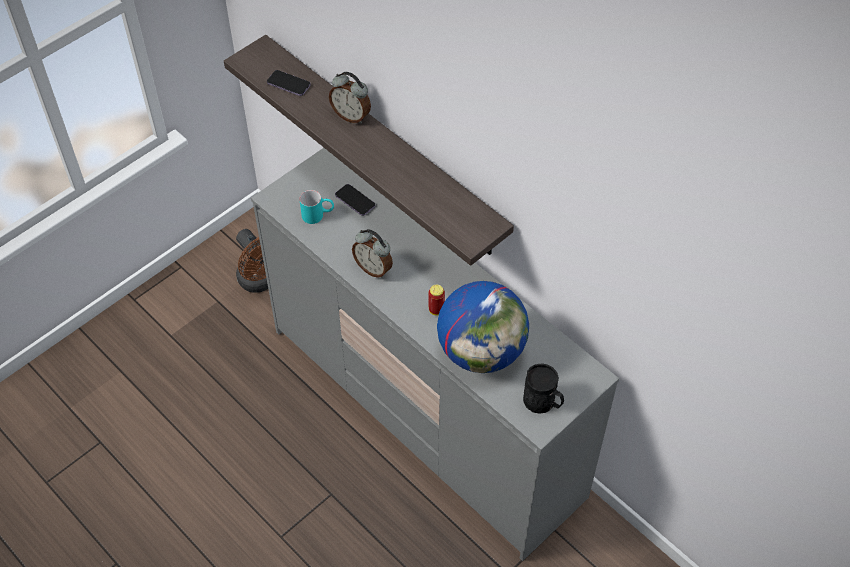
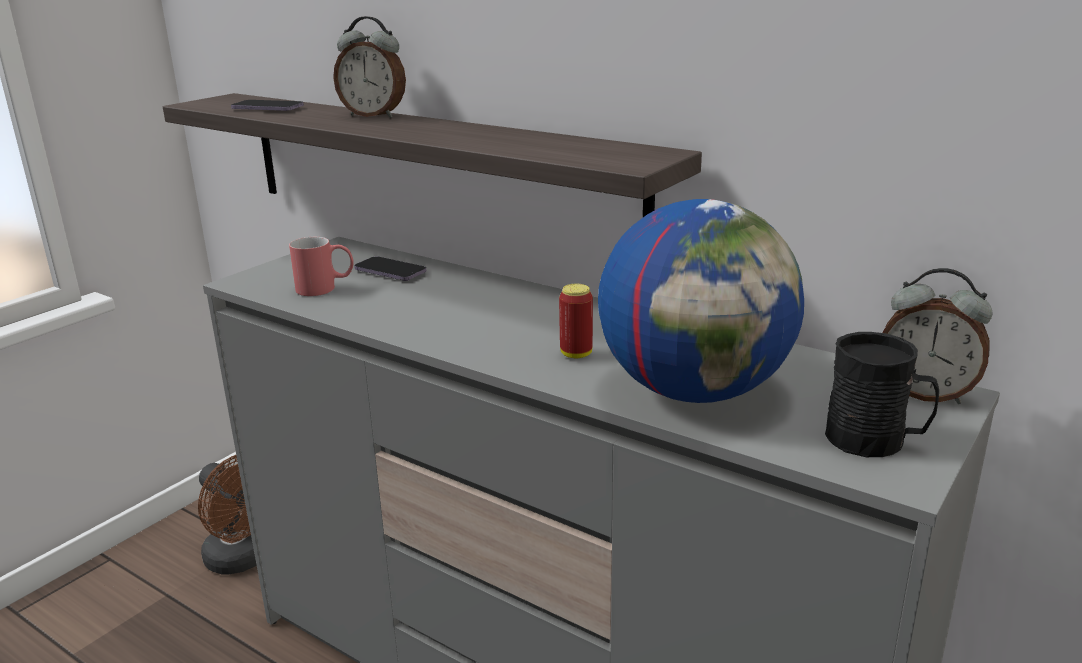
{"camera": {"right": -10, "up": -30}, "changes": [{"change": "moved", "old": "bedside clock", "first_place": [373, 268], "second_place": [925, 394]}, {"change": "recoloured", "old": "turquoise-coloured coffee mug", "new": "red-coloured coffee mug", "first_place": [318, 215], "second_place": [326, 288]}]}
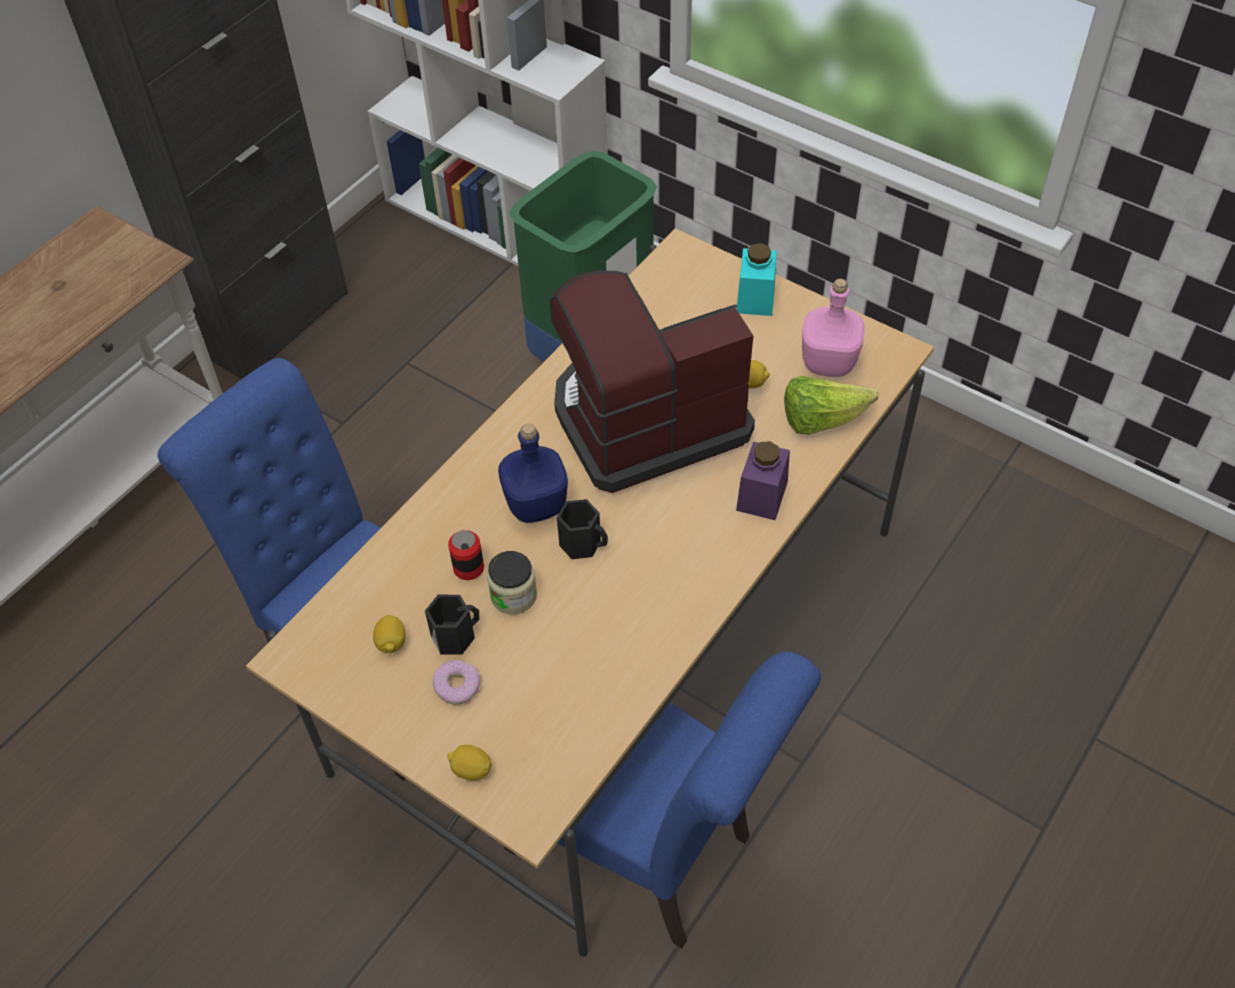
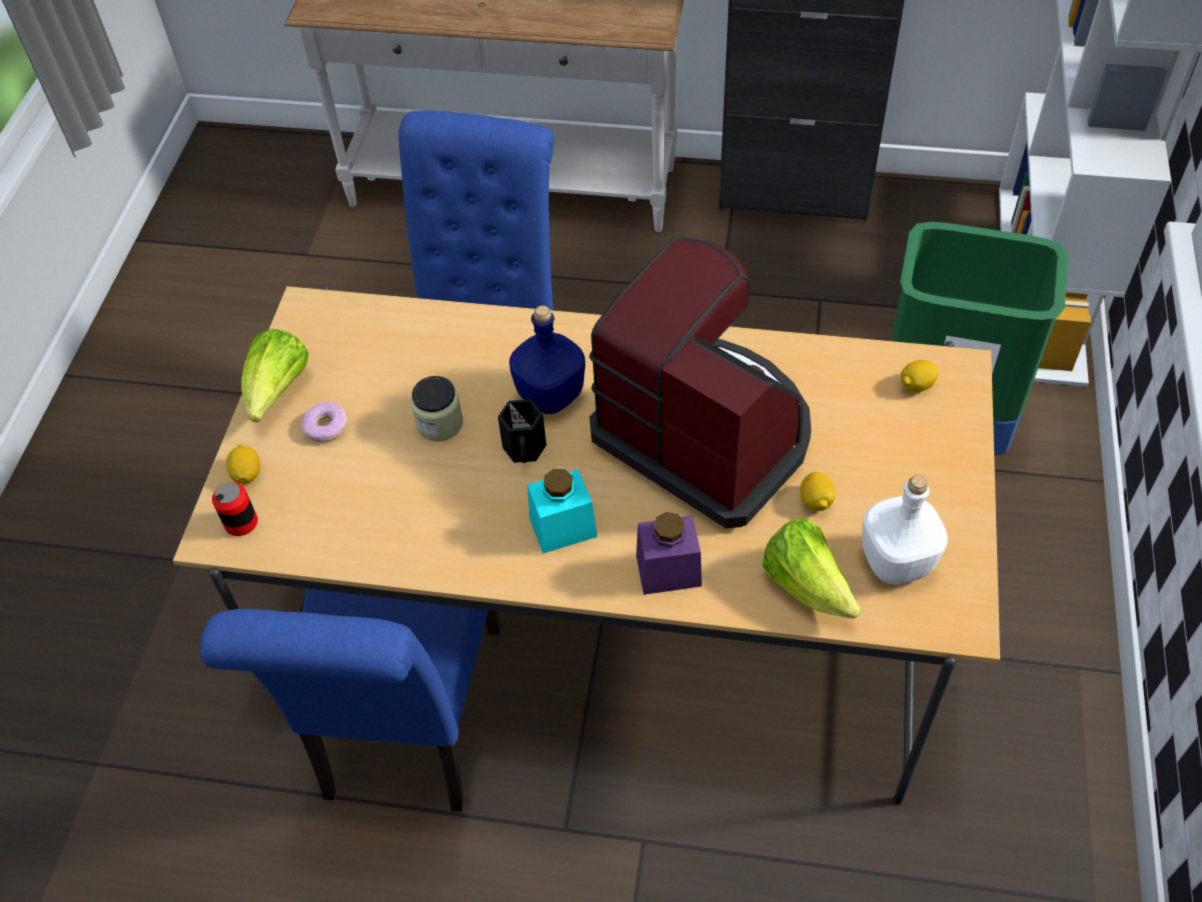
{"camera": {"right": 65, "up": 0}, "changes": [{"change": "removed", "old": "blackish coffee mug", "first_place": [454, 636]}, {"change": "added", "new": "lettuce head", "second_place": [278, 392]}, {"change": "moved", "old": "citrus fruit", "first_place": [391, 643], "second_place": [916, 385]}, {"change": "moved", "old": "metal can", "first_place": [468, 568], "second_place": [241, 523]}, {"change": "moved", "old": "turquoise-coloured jar", "first_place": [755, 298], "second_place": [563, 527]}, {"change": "recoloured", "old": "pink-coloured drink bottle", "new": "white drink bottle", "first_place": [829, 362], "second_place": [897, 563]}]}
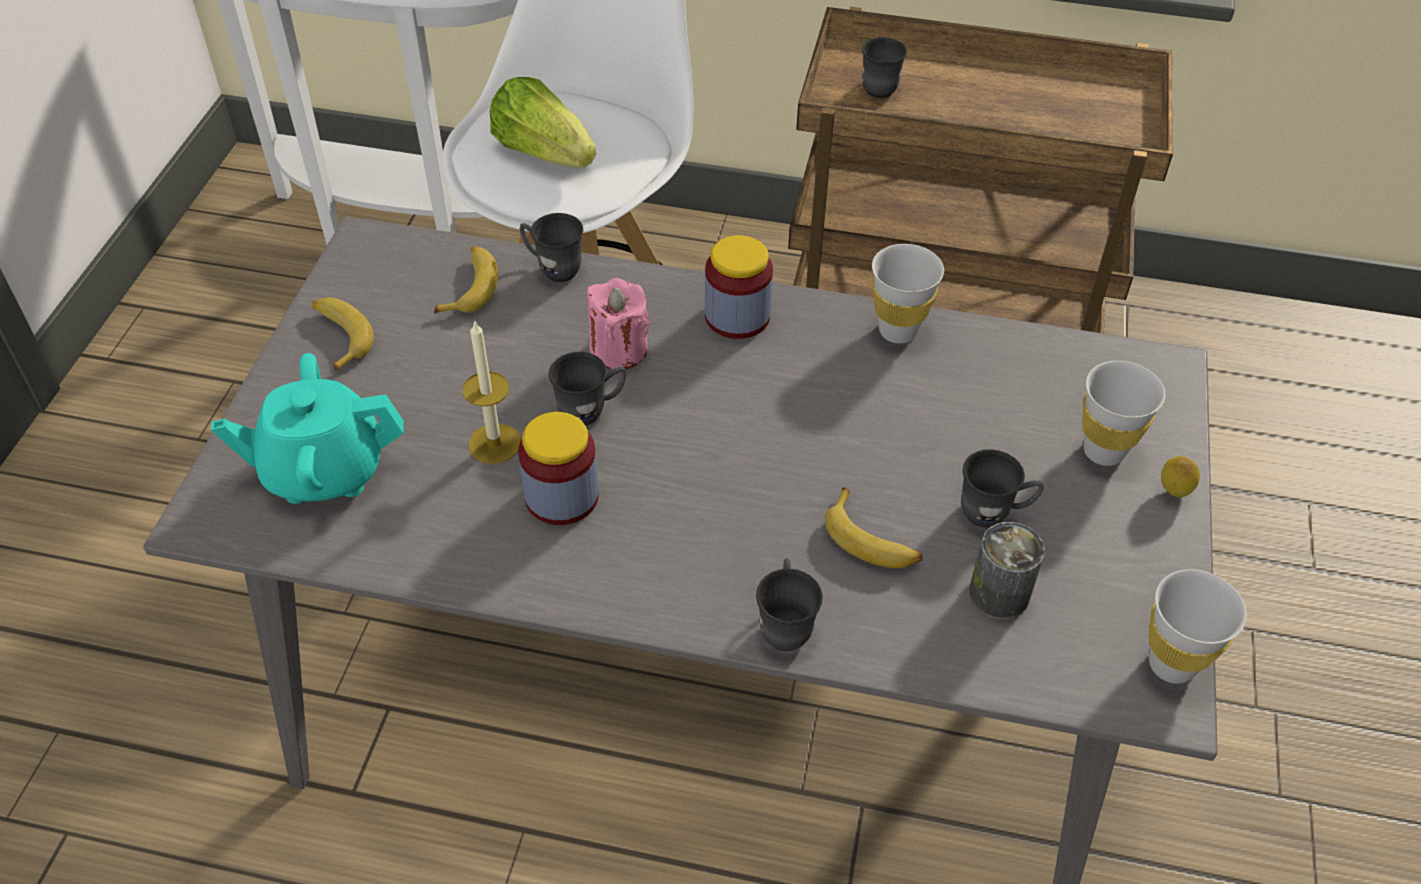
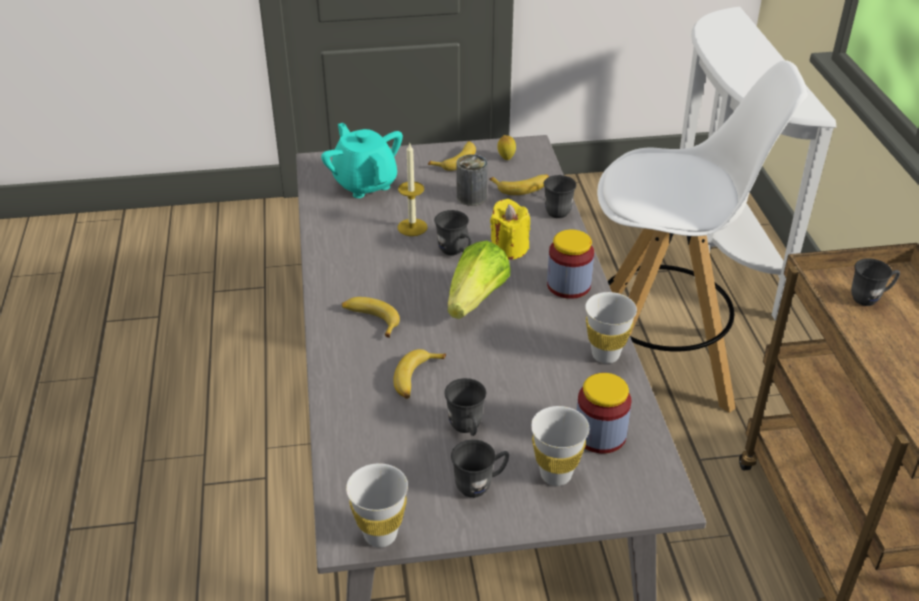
{"camera": {"right": 70, "up": -10}, "changes": [{"change": "added", "new": "banana fruit", "second_place": [370, 320]}, {"change": "moved", "old": "lettuce head", "first_place": [544, 152], "second_place": [476, 300]}, {"change": "moved", "old": "jar", "first_place": [562, 497], "second_place": [600, 435]}, {"change": "moved", "old": "greyish coffee mug", "first_place": [785, 624], "second_place": [480, 485]}, {"change": "moved", "old": "metal can", "first_place": [999, 594], "second_place": [471, 197]}, {"change": "moved", "old": "citrus fruit", "first_place": [1173, 493], "second_place": [506, 158]}, {"change": "recoloured", "old": "pink-coloured wax candle", "new": "yellowish wax candle", "first_place": [618, 349], "second_place": [509, 249]}]}
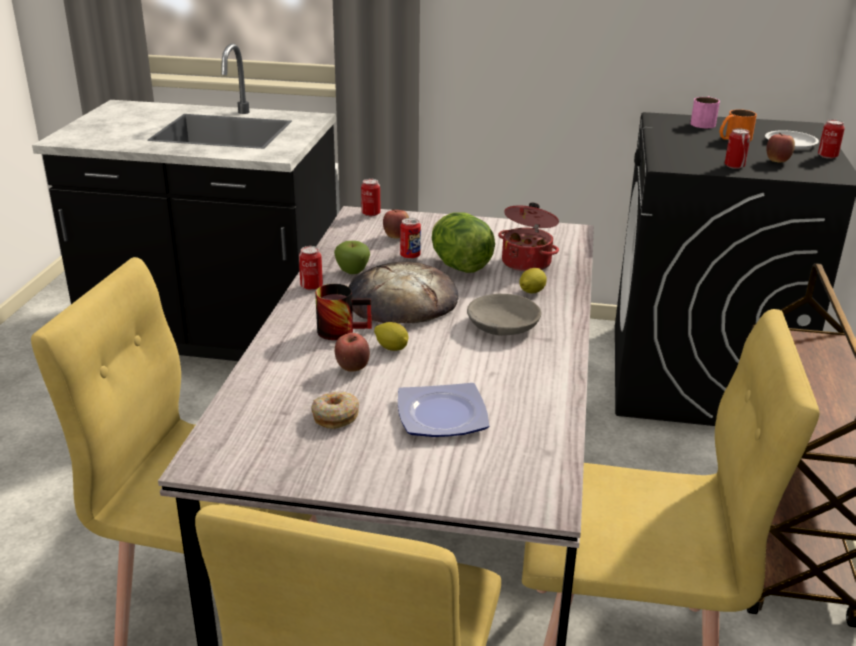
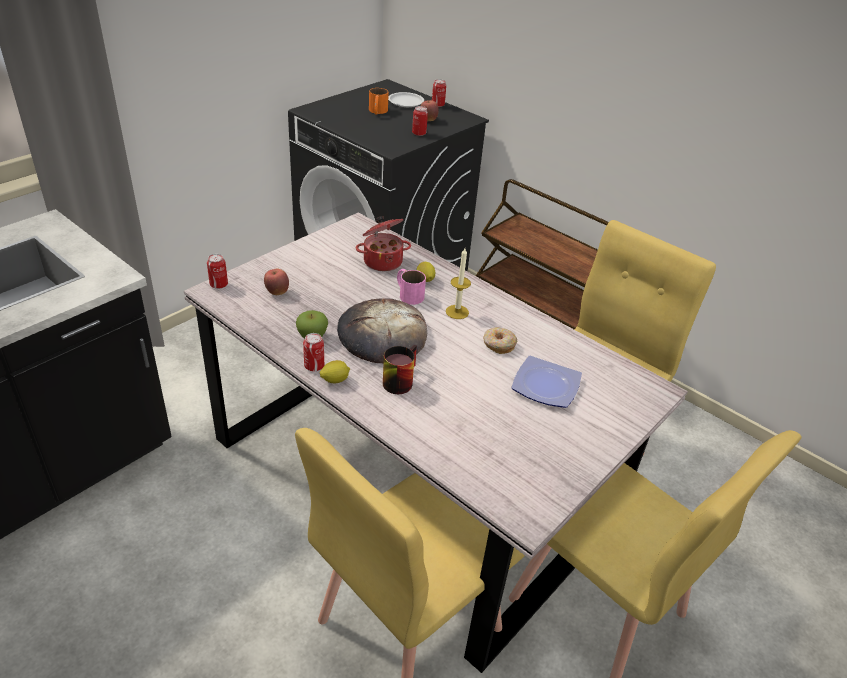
{"camera": {"right": -60, "up": 10}, "changes": [{"change": "removed", "old": "apple fruit", "first_place": [352, 368]}, {"change": "removed", "old": "metal can", "first_place": [410, 256]}, {"change": "removed", "old": "lettuce head", "first_place": [460, 266]}, {"change": "moved", "old": "donut", "first_place": [335, 416], "second_place": [498, 345]}, {"change": "moved", "old": "citrus fruit", "first_place": [392, 348], "second_place": [335, 380]}, {"change": "moved", "old": "pink-coloured coffee mug", "first_place": [703, 122], "second_place": [408, 294]}, {"change": "replaced", "old": "greyish serving bowl", "new": "wax candle", "first_place": [501, 325], "second_place": [457, 312]}]}
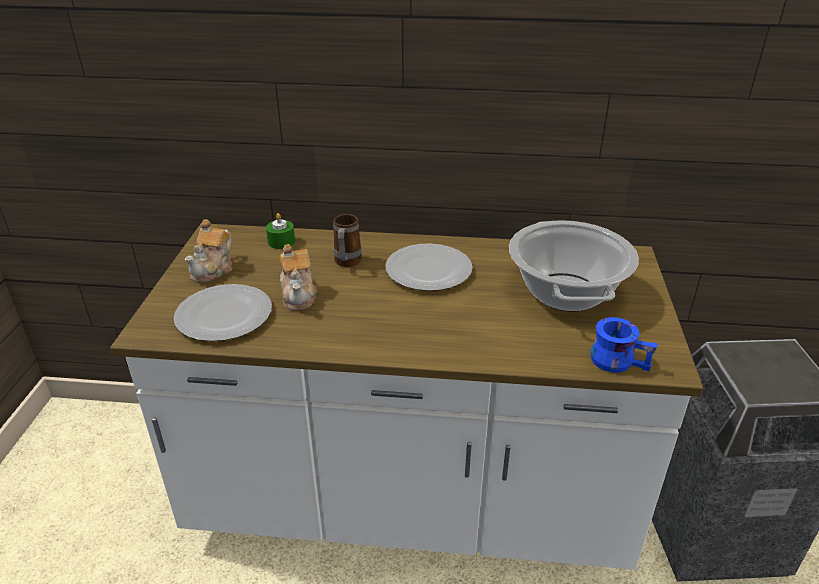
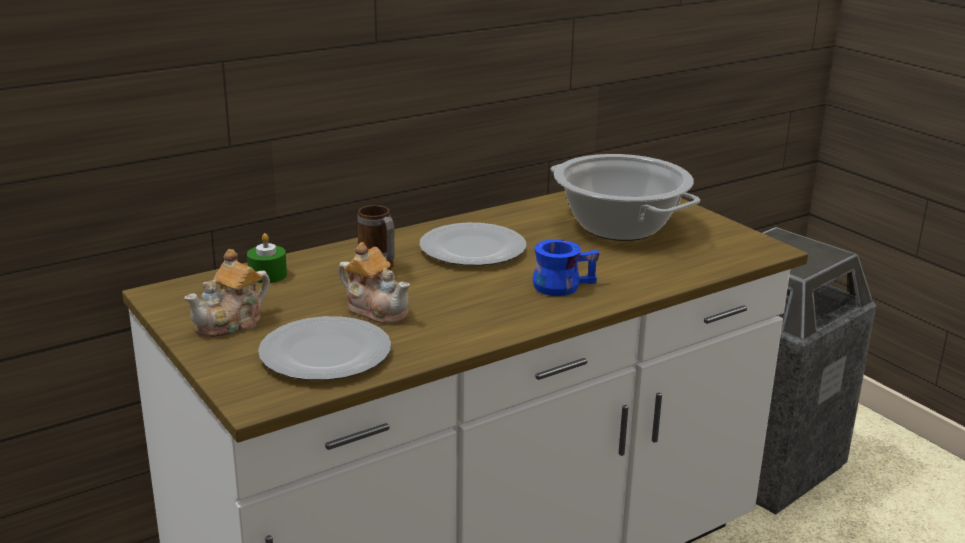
{"camera": {"right": -40, "up": -10}, "changes": [{"change": "moved", "old": "blue-coloured coffee mug", "first_place": [618, 359], "second_place": [561, 284]}, {"change": "turned", "old": "pot for tea", "first_place": [213, 270], "second_place": [232, 323], "degrees": 60}]}
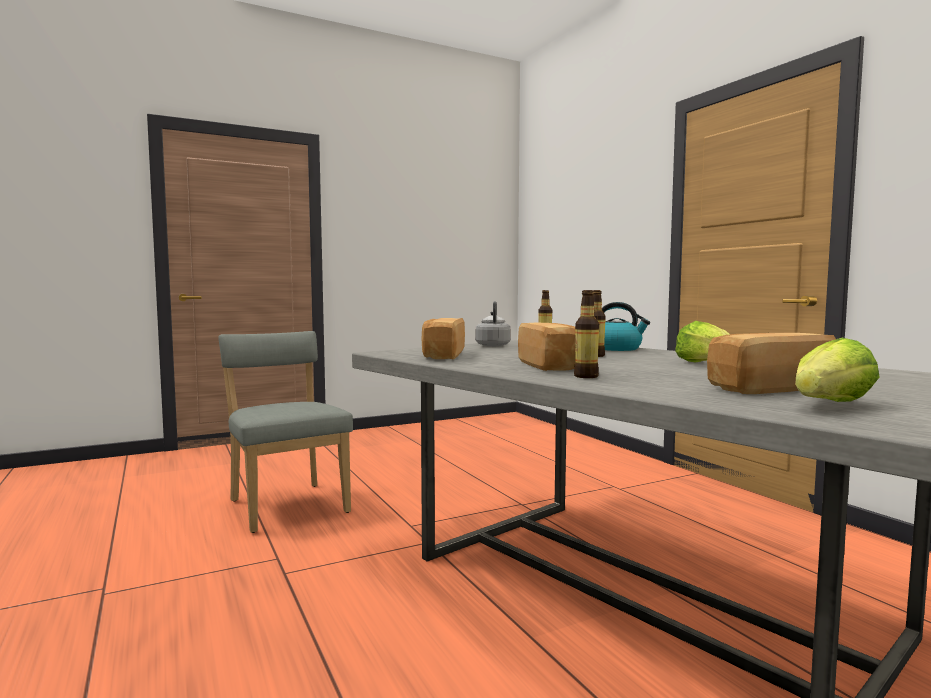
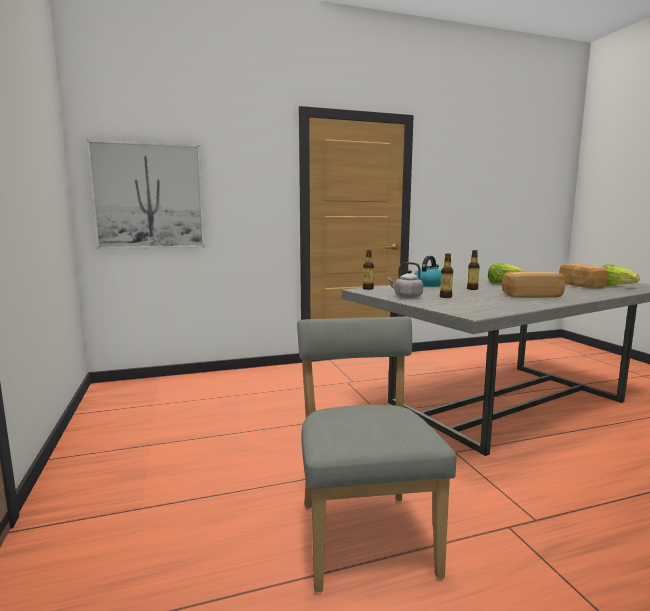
{"camera": {"right": -80, "up": 5}, "changes": [{"change": "removed", "old": "bread", "first_place": [442, 355]}, {"change": "added", "new": "picture", "second_place": [149, 196]}, {"change": "moved", "old": "drink bottle", "first_place": [586, 376], "second_place": [445, 297]}, {"change": "turned", "old": "greyish chair", "first_place": [286, 504], "second_place": [364, 533], "degrees": 105}]}
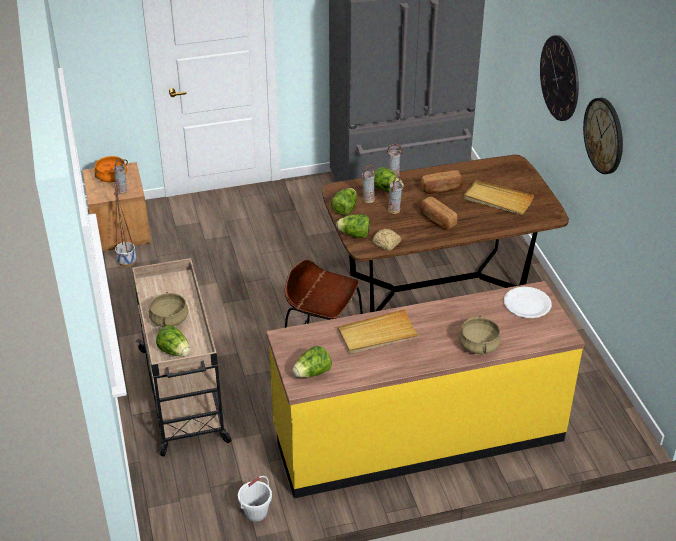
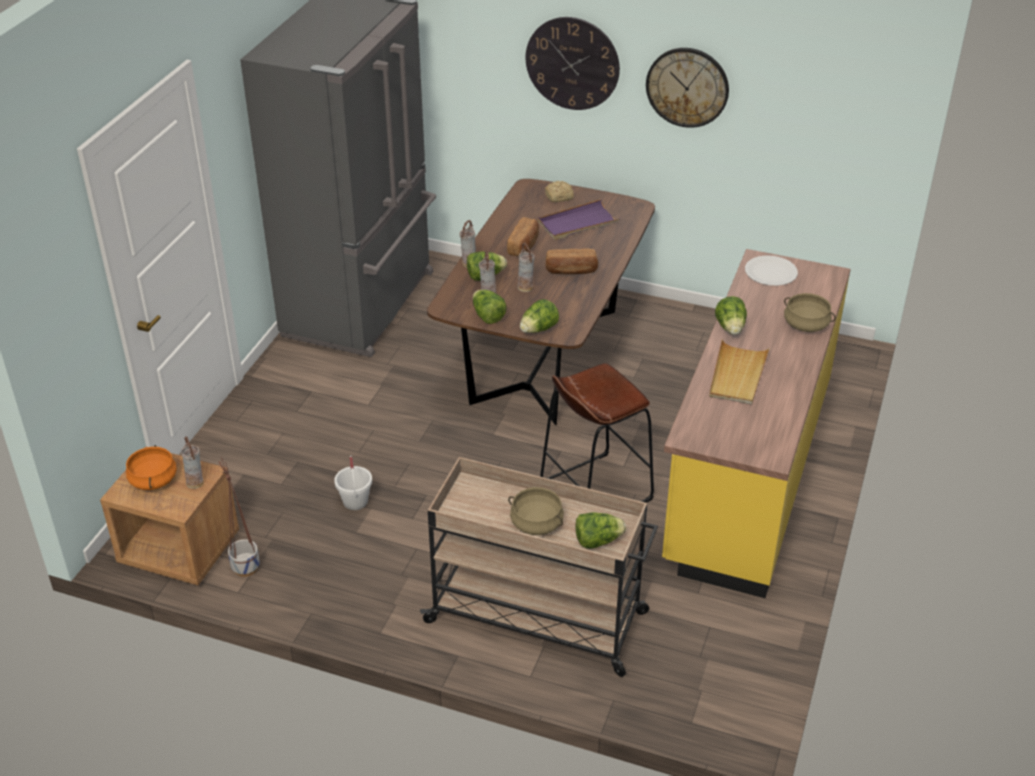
{"camera": {"right": -55, "up": 0}, "changes": [{"change": "moved", "old": "white water bucket", "first_place": [256, 512], "second_place": [355, 501]}, {"change": "moved", "old": "lettuce head", "first_place": [312, 373], "second_place": [730, 328]}, {"change": "moved", "old": "bread", "first_place": [387, 244], "second_place": [560, 197]}, {"change": "recoloured", "old": "beige-coloured tray", "new": "purplish tray", "first_place": [497, 200], "second_place": [578, 223]}]}
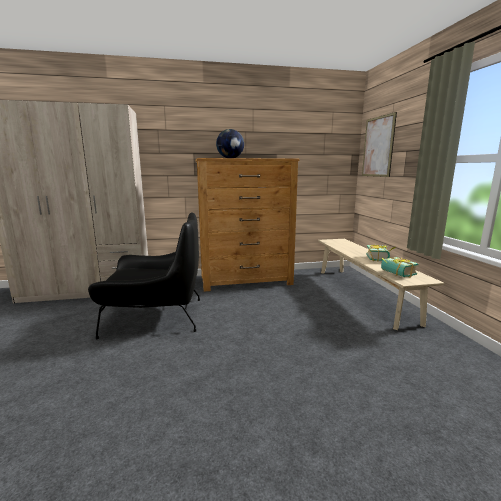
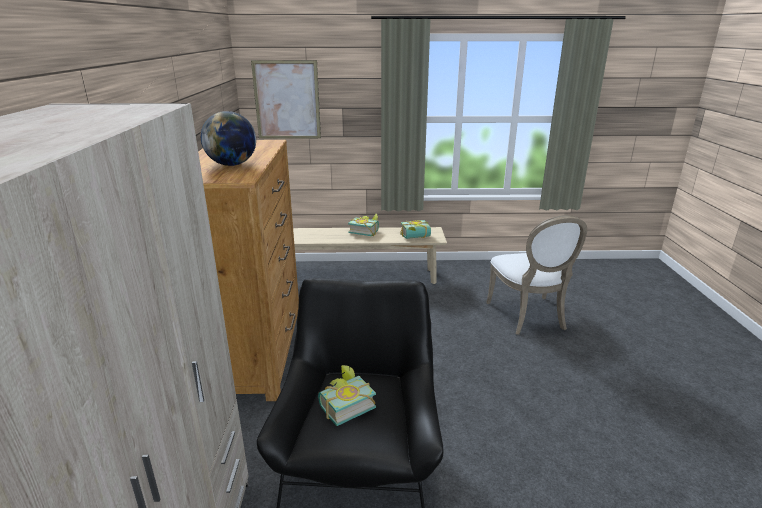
{"camera": {"right": -80, "up": 10}, "changes": [{"change": "added", "new": "volume", "second_place": [344, 405]}, {"change": "added", "new": "white chair", "second_place": [529, 317]}]}
